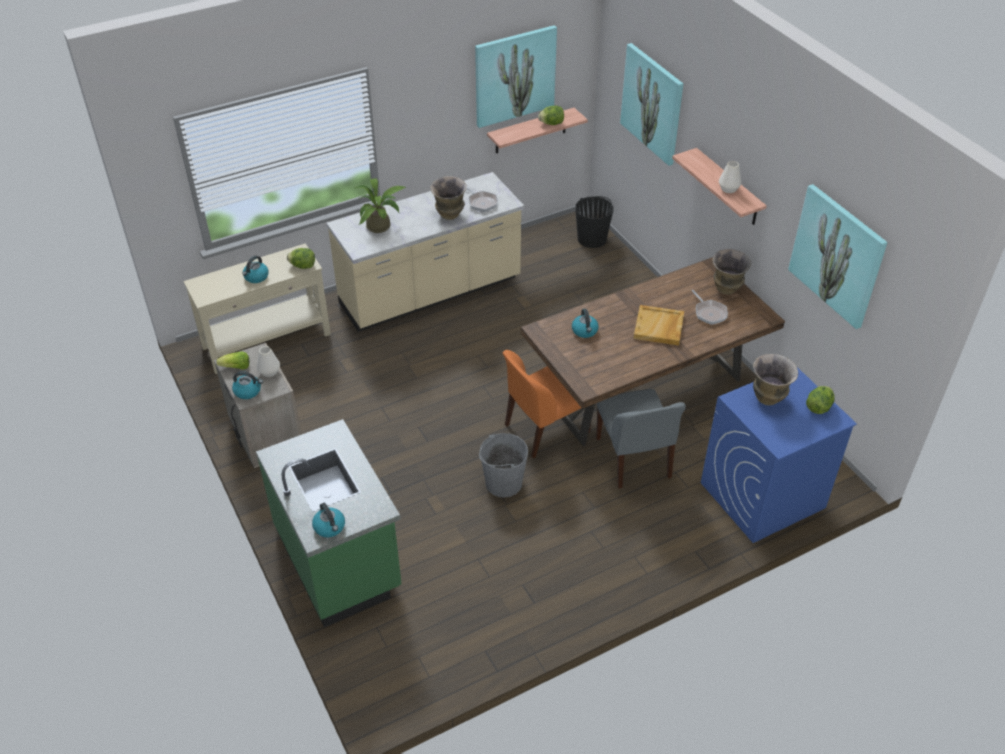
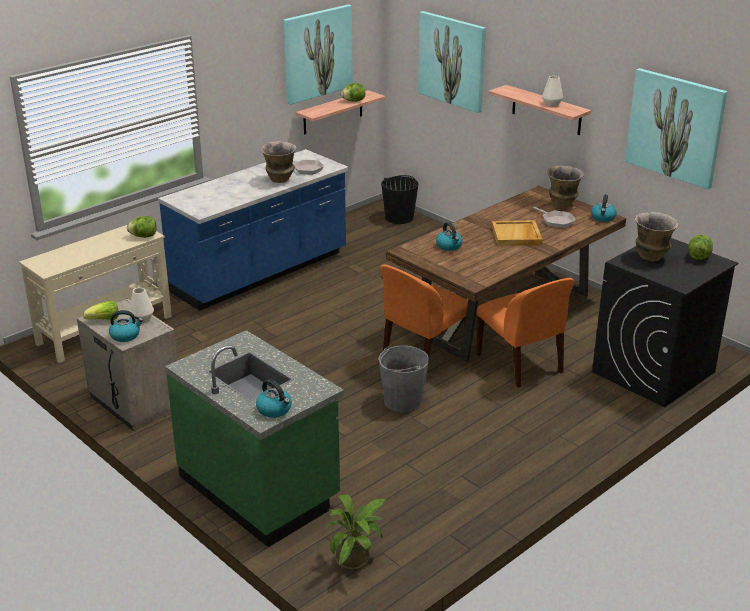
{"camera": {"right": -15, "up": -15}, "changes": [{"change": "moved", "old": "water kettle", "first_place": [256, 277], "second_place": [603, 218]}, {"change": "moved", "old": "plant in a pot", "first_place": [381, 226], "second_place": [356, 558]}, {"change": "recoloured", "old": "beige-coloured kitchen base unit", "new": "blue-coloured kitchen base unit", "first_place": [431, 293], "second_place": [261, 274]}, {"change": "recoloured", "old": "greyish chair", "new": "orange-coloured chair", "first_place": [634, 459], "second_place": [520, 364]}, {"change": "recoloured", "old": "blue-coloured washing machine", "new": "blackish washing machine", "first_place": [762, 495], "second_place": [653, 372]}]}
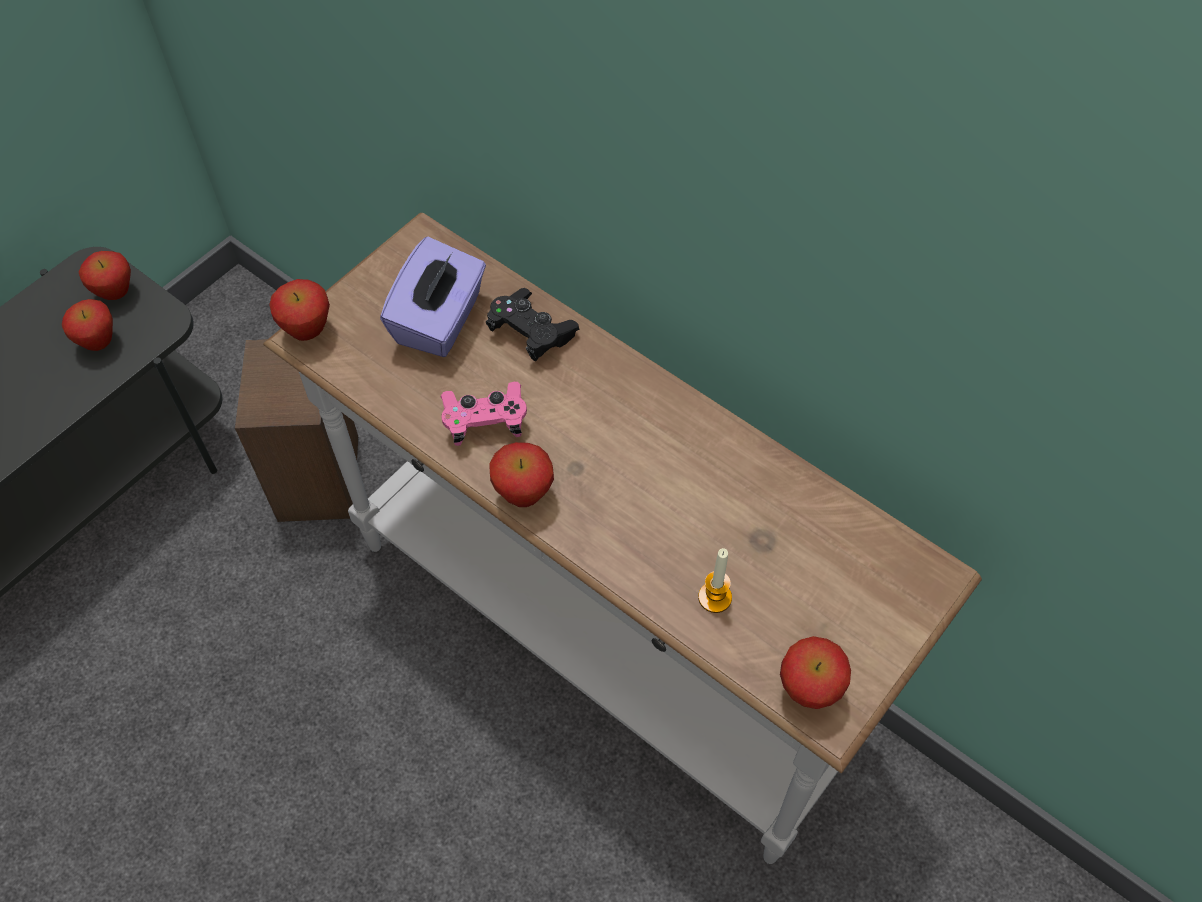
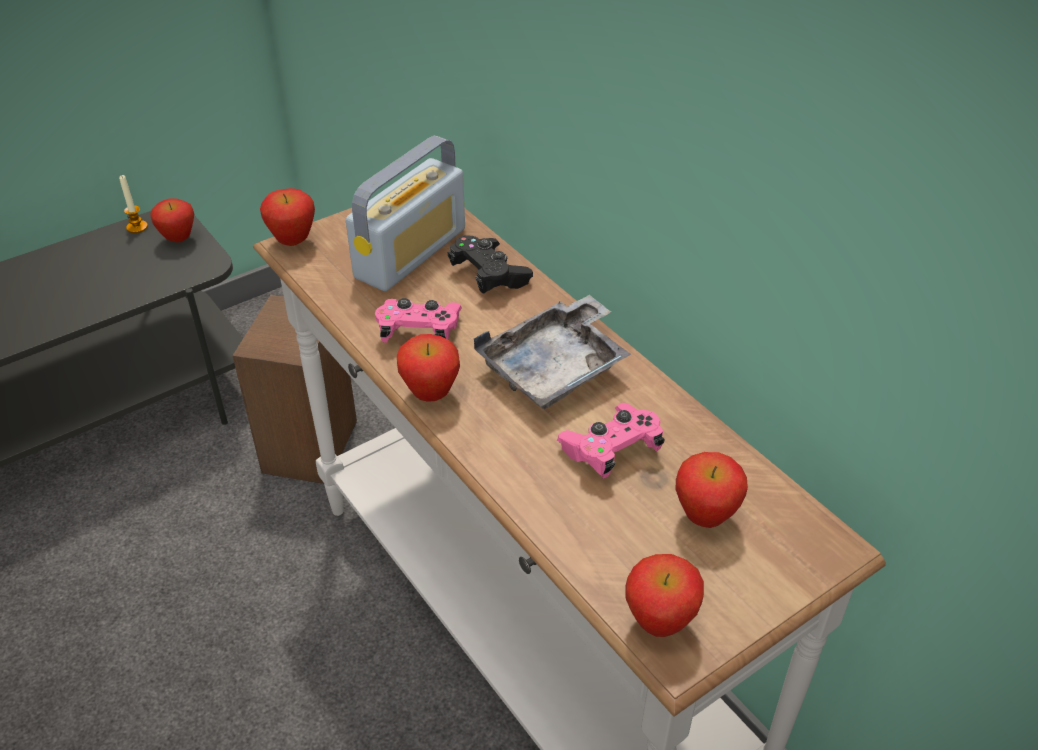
{"camera": {"right": 15, "up": -15}, "changes": [{"change": "added", "new": "greyish tray", "second_place": [555, 368]}, {"change": "added", "new": "pink-coloured game controller", "second_place": [611, 450]}, {"change": "moved", "old": "apple fruit", "first_place": [99, 343], "second_place": [704, 517]}, {"change": "moved", "old": "wax candle", "first_place": [715, 597], "second_place": [137, 227]}, {"change": "replaced", "old": "purplish tissue box", "new": "radio set", "first_place": [440, 320], "second_place": [411, 253]}]}
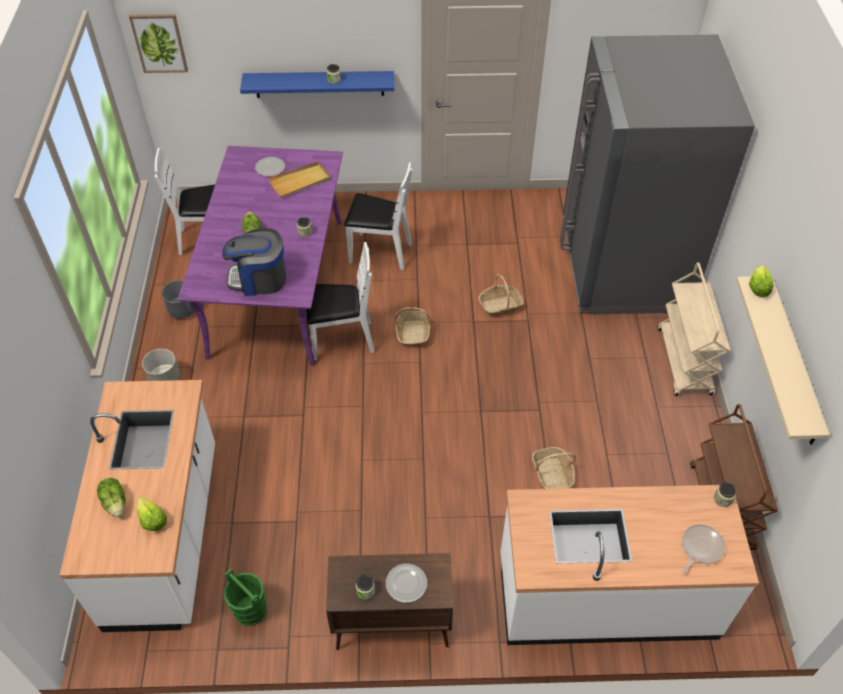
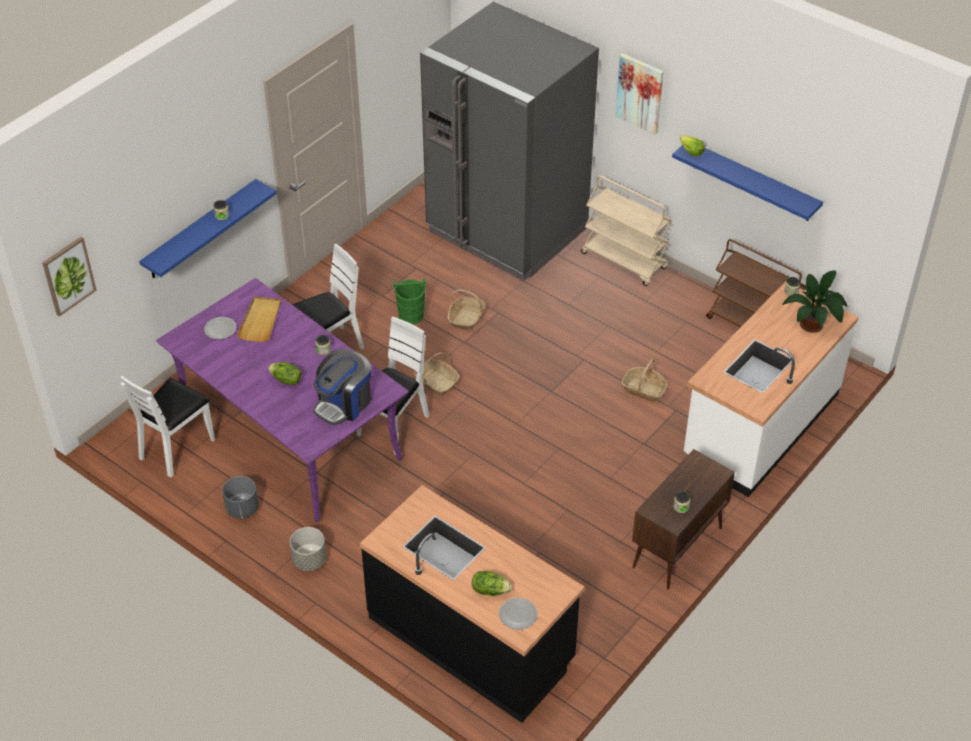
{"camera": {"right": -50, "up": -5}, "changes": [{"change": "removed", "old": "lettuce head", "first_place": [152, 520]}, {"change": "added", "new": "picture", "second_place": [640, 93]}, {"change": "moved", "old": "green-coloured water bucket", "first_place": [250, 610], "second_place": [411, 315]}, {"change": "moved", "old": "dinner plate", "first_place": [406, 583], "second_place": [517, 614]}, {"change": "replaced", "old": "frying pan", "new": "plant in a pot", "first_place": [700, 548], "second_place": [813, 324]}, {"change": "recoloured", "old": "white kitchen base unit", "new": "blackish kitchen base unit", "first_place": [166, 535], "second_place": [471, 639]}, {"change": "recoloured", "old": "beige-coloured wall shelf", "new": "blue-coloured wall shelf", "first_place": [793, 361], "second_place": [752, 181]}]}
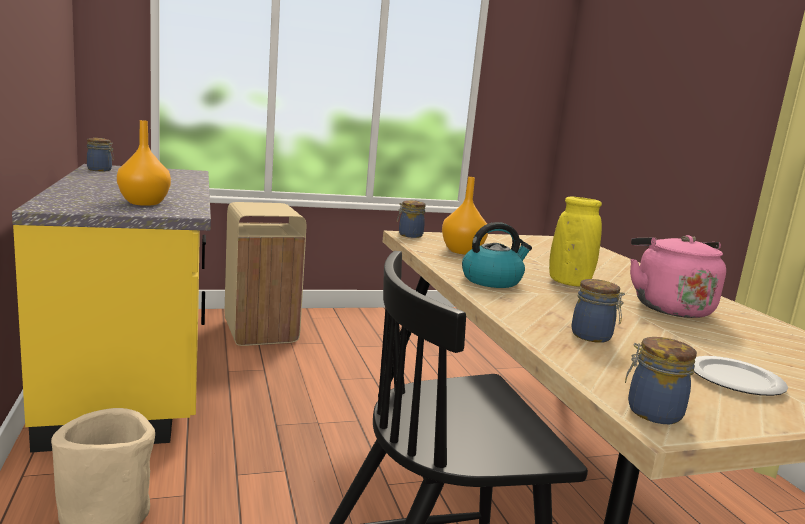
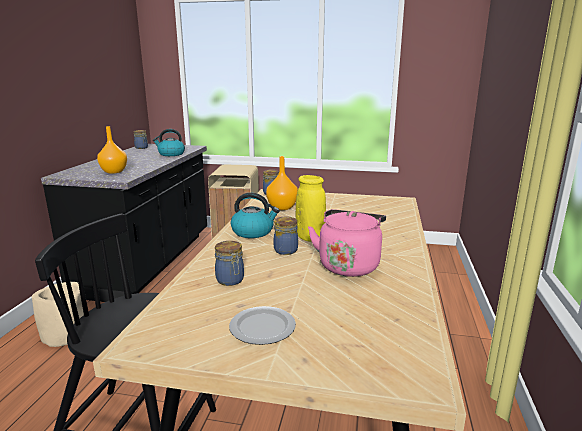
{"camera": {"right": 30, "up": 5}, "changes": [{"change": "added", "new": "water kettle", "second_place": [171, 154]}, {"change": "moved", "old": "jar", "first_place": [651, 412], "second_place": [285, 250]}, {"change": "recoloured", "old": "yellowish kitchen base unit", "new": "blackish kitchen base unit", "first_place": [137, 372], "second_place": [149, 263]}]}
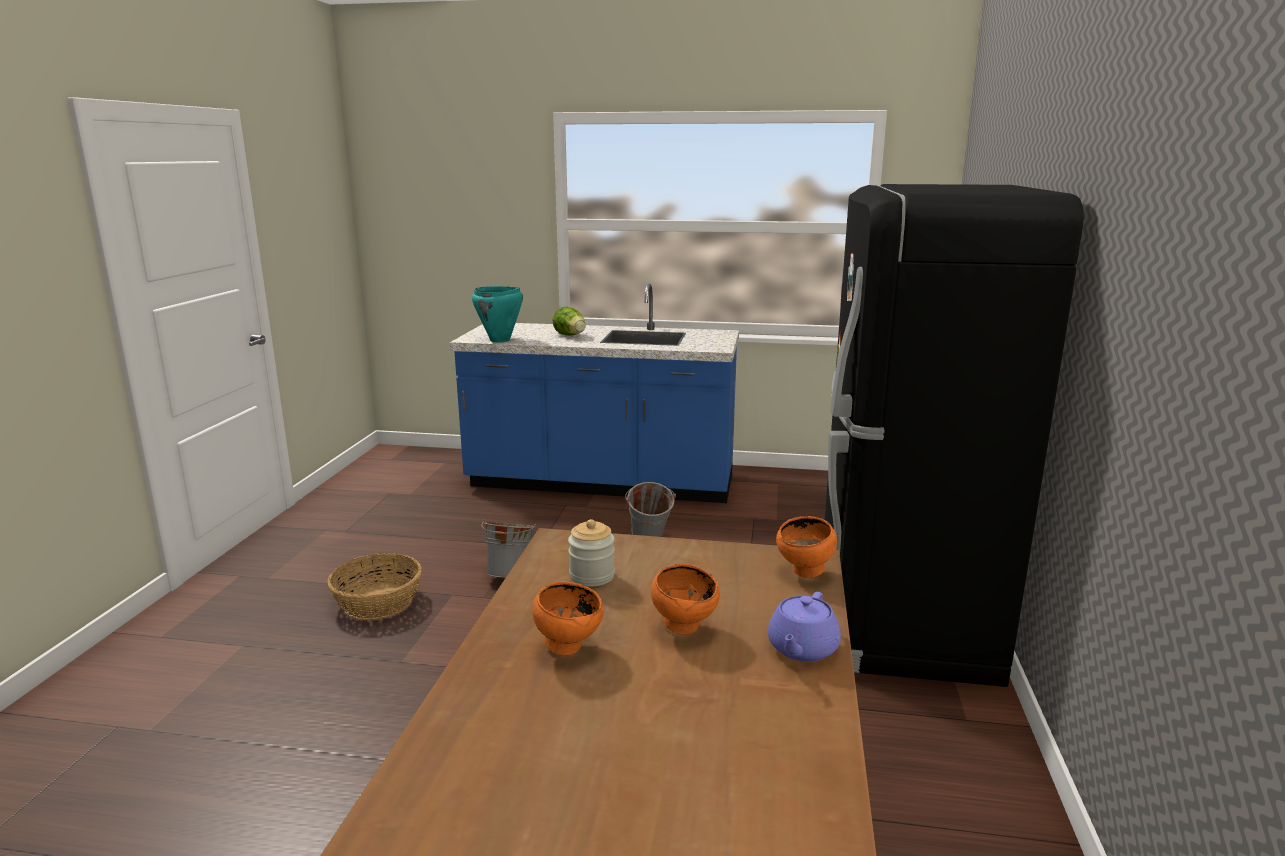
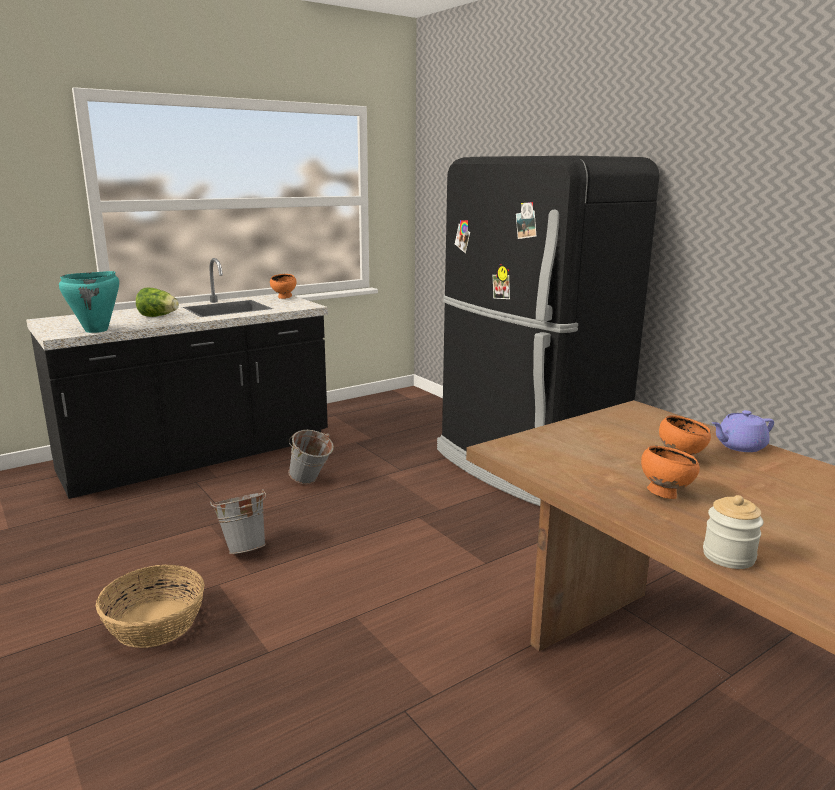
{"camera": {"right": -45, "up": 0}, "changes": [{"change": "moved", "old": "jar", "first_place": [592, 576], "second_place": [728, 556]}, {"change": "moved", "old": "orange-coloured serving bowl", "first_place": [805, 573], "second_place": [284, 298]}, {"change": "recoloured", "old": "blue-coloured kitchen base unit", "new": "blackish kitchen base unit", "first_place": [601, 483], "second_place": [198, 456]}, {"change": "turned", "old": "purplish pot for tea", "first_place": [802, 649], "second_place": [739, 446], "degrees": 90}]}
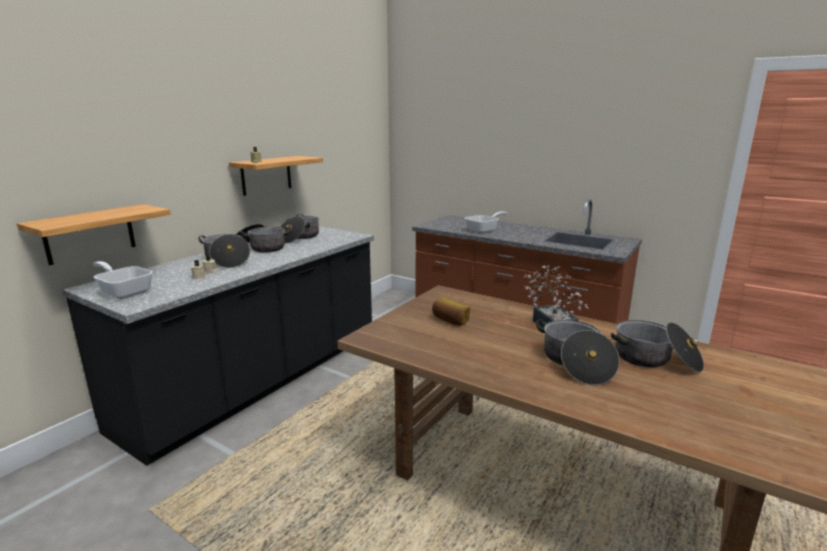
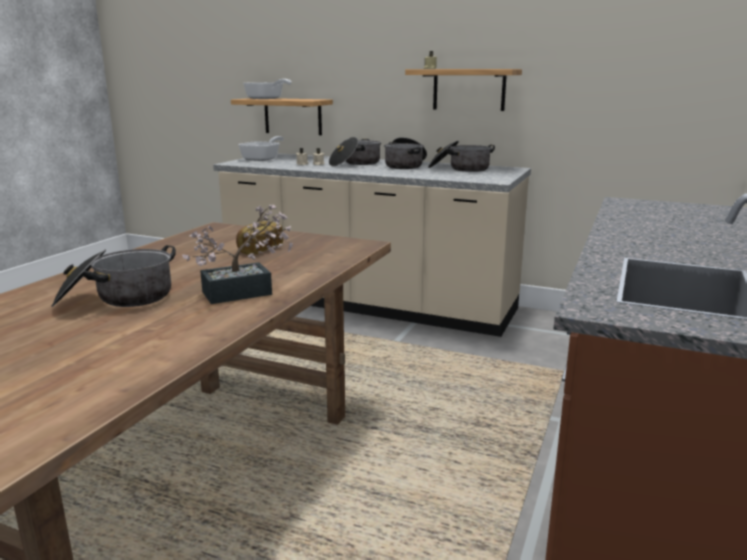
{"camera": {"right": 80, "up": 0}, "changes": [{"change": "removed", "old": "saucepot", "first_place": [655, 359]}, {"change": "moved", "old": "frying pan", "first_place": [484, 230], "second_place": [266, 99]}, {"change": "recoloured", "old": "blackish kitchen base unit", "new": "beige-coloured kitchen base unit", "first_place": [260, 380], "second_place": [369, 303]}]}
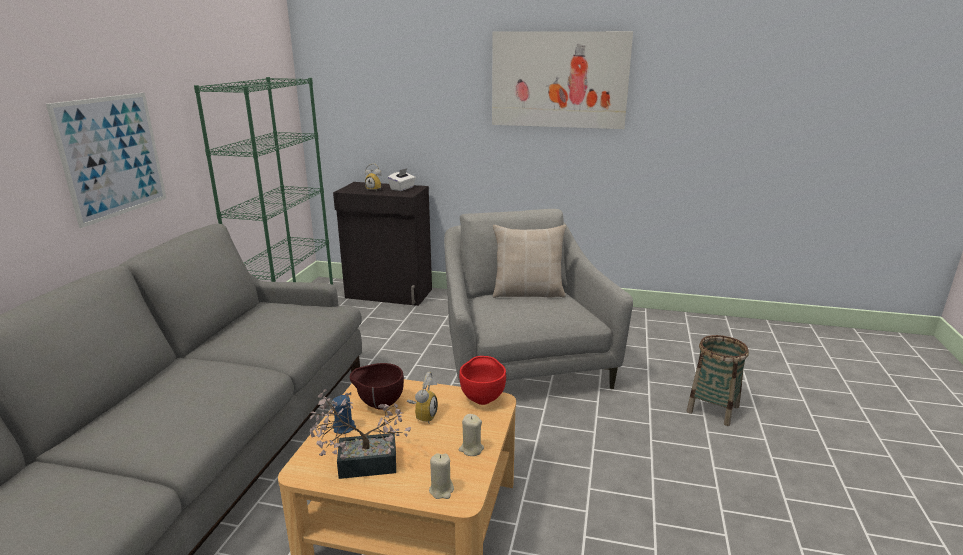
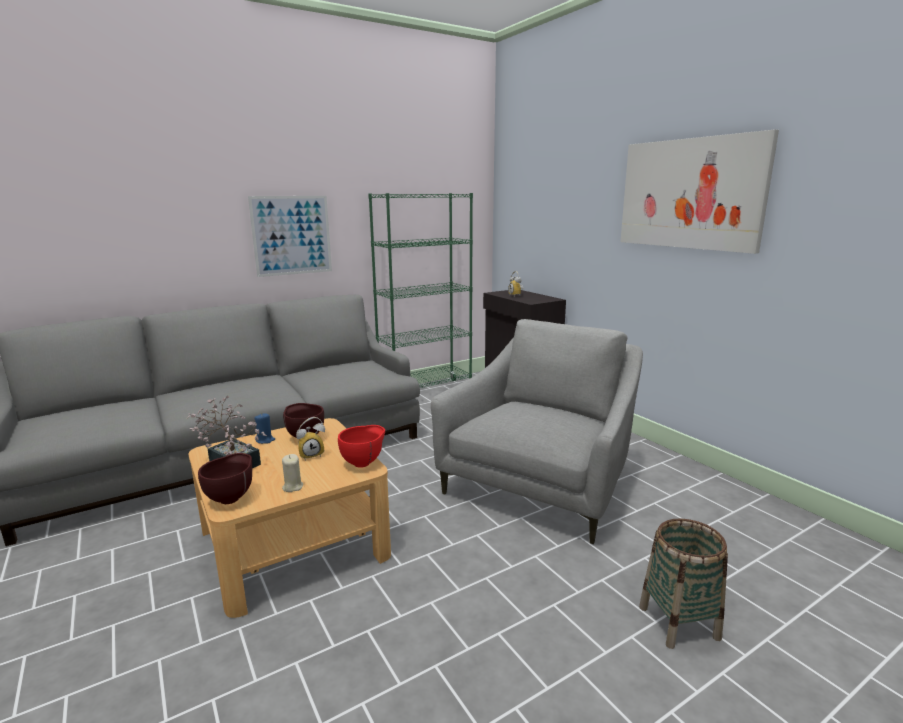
{"camera": {"right": 45, "up": -5}, "changes": [{"change": "removed", "old": "white tissue box", "first_place": [402, 188]}, {"change": "removed", "old": "beige-coloured throw pillow", "first_place": [528, 293]}, {"change": "replaced", "old": "beige-coloured wax candle", "new": "brown-coloured serving bowl", "first_place": [441, 490], "second_place": [231, 498]}]}
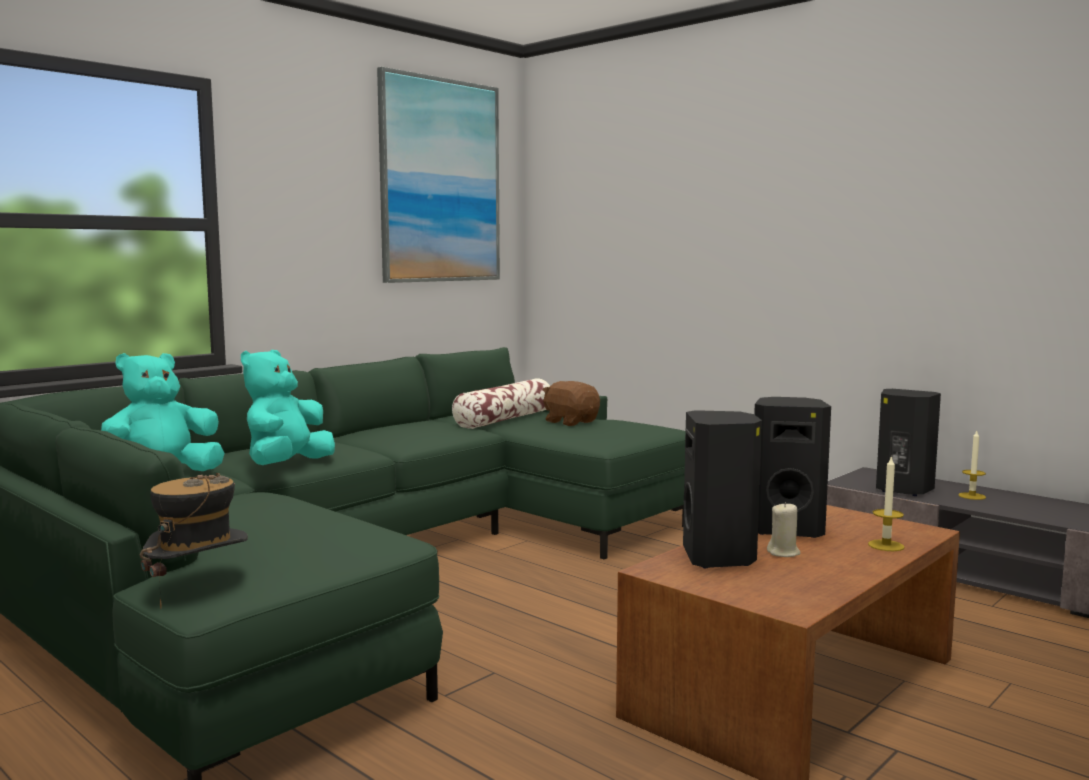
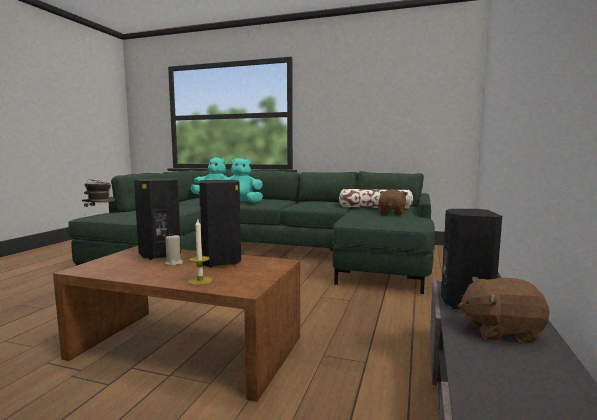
{"camera": {"right": 65, "up": 0}, "changes": [{"change": "removed", "old": "picture", "first_place": [440, 181]}, {"change": "replaced", "old": "wax candle", "new": "brown-coloured plush toy", "first_place": [972, 496], "second_place": [500, 331]}]}
